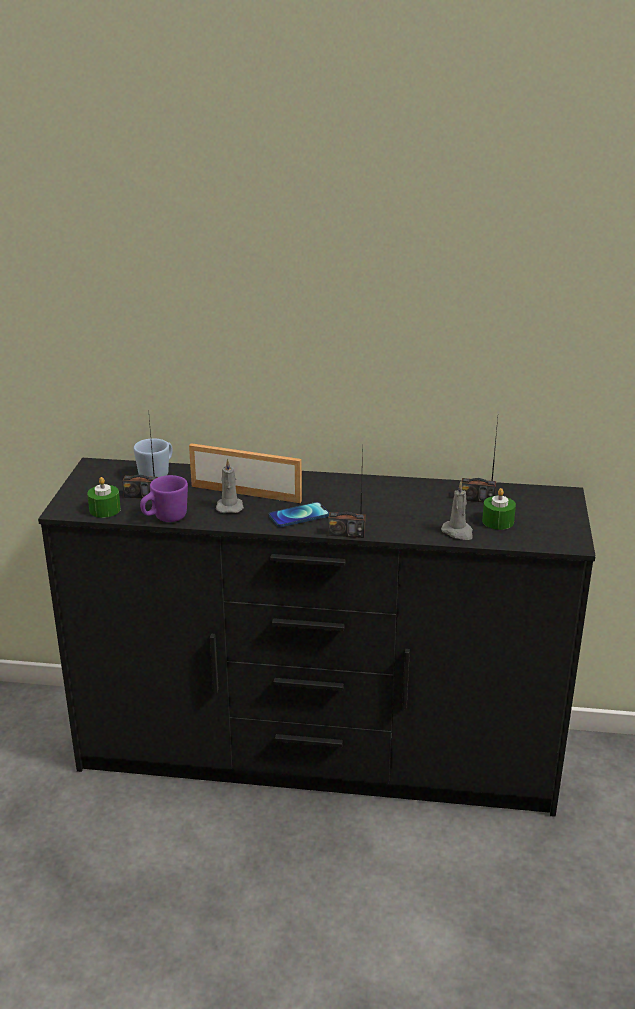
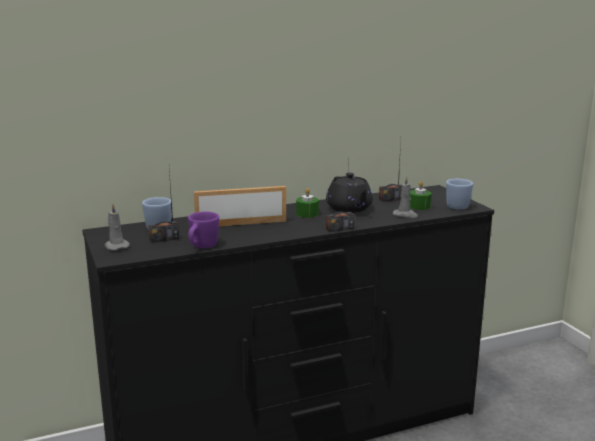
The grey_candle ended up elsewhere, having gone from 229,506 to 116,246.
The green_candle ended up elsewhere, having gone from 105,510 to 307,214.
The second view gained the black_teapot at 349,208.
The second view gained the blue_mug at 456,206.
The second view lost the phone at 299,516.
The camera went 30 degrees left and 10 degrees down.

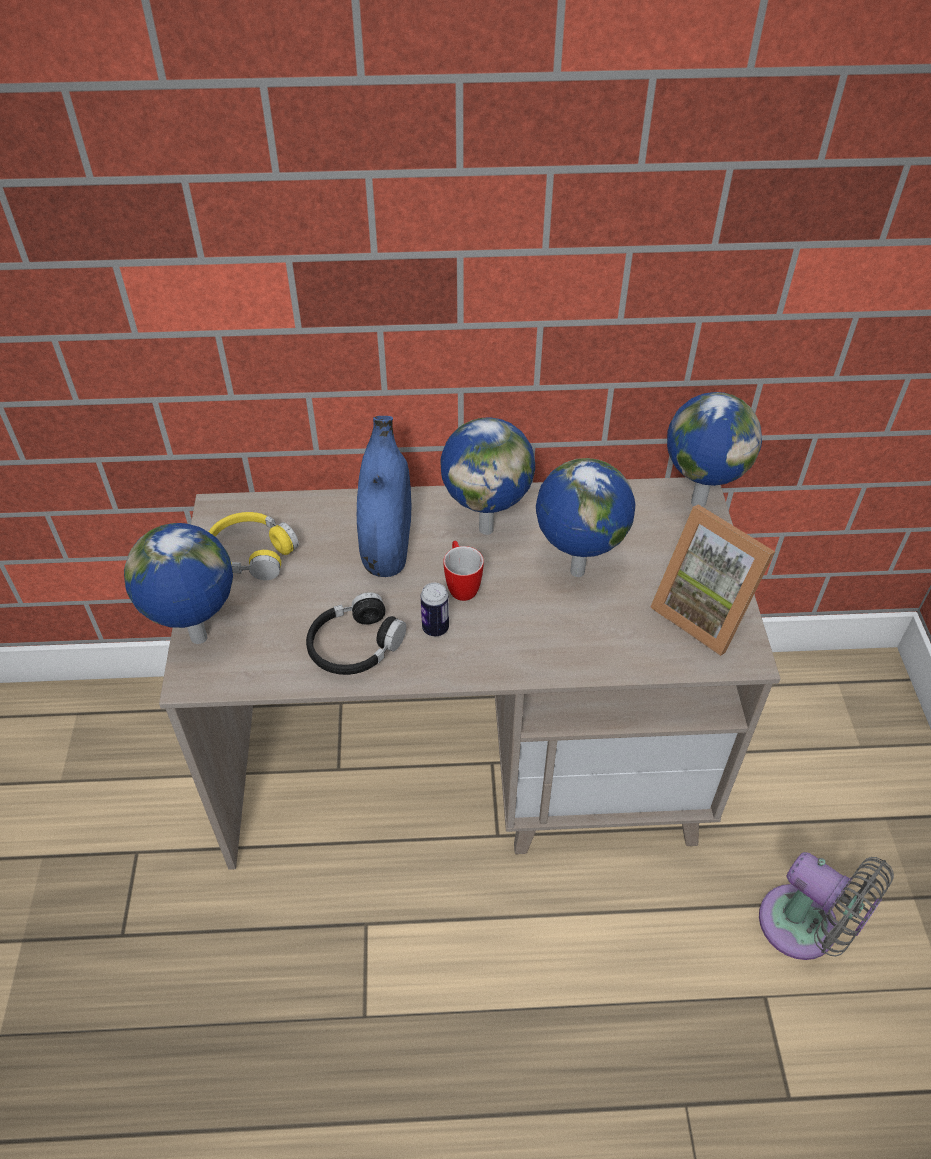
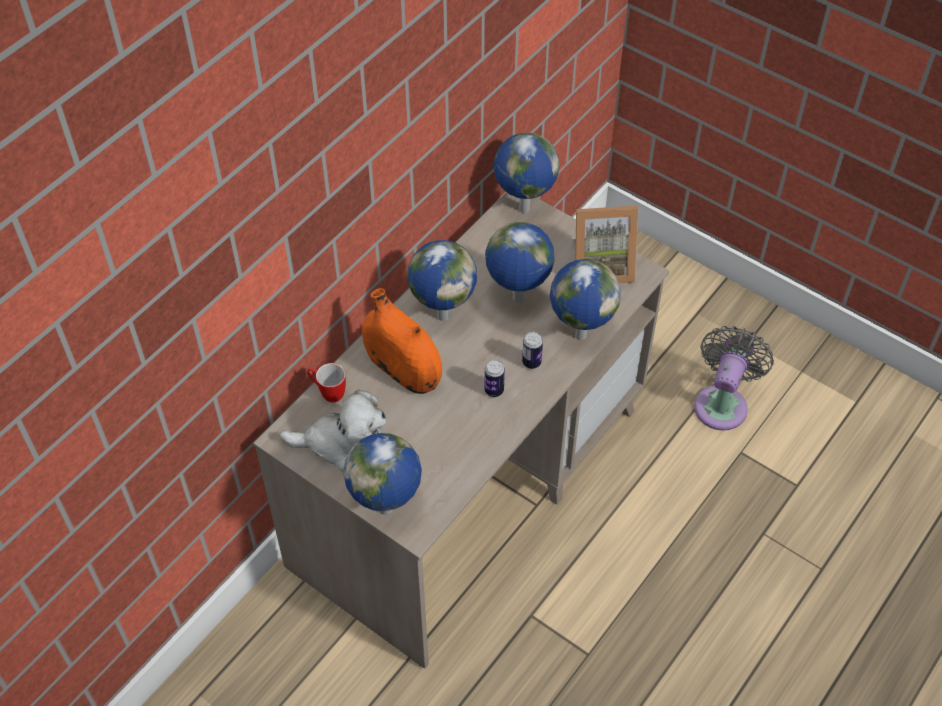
Where the yellow_headphones stood at 252,554, the plush_toy came to stand at 342,443.
The mug ended up elsewhere, having gone from 461,585 to 328,392.
What was the blue_vase at 387,541 turned into the orange_vase at 402,369.
The second view gained the can at 531,362.
The second view gained the globe at 579,335.
The grey_fan at 805,928 ended up facing another way, 60 degrees counterclockwise from before.
The second view lost the black_headphones at 355,646.
The camera went 50 degrees left and 5 degrees up.

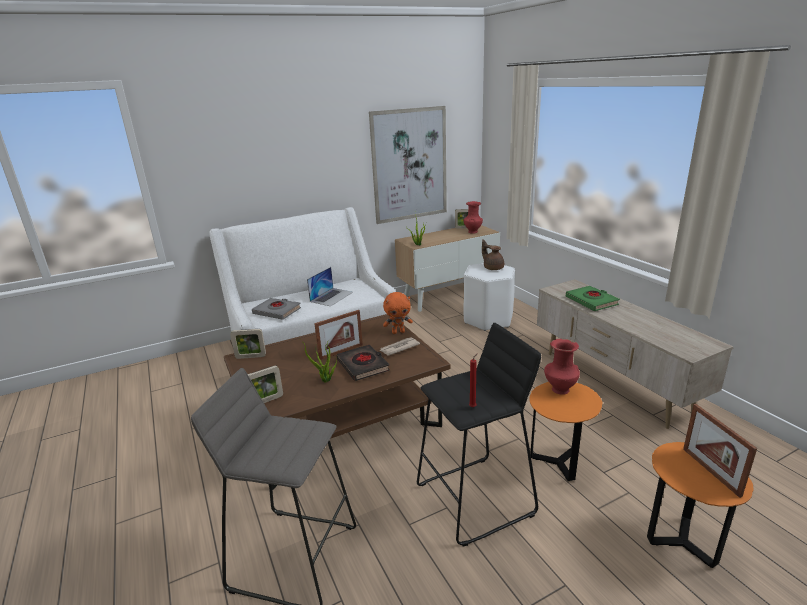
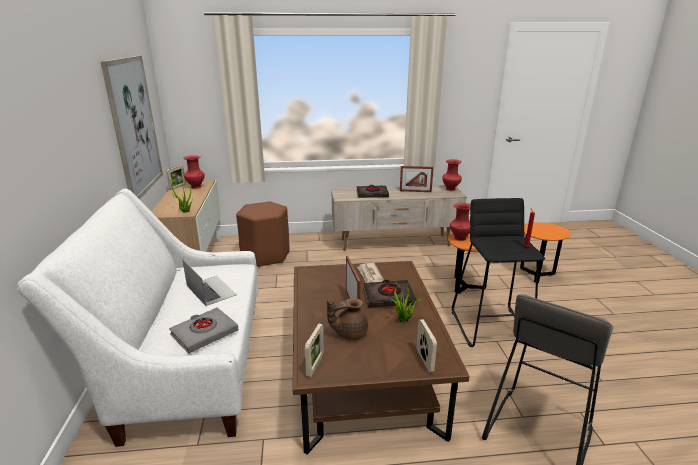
What was the white_stool at 488,319 turned into the brown_stool at 266,256.
The brown_teapot ended up elsewhere, having gone from 493,268 to 349,333.
What was the green_book at 591,301 turned into the black_book at 372,194.
The picture_frame ended up elsewhere, having gone from 710,471 to 415,191.
The second view gained the red_vase at 451,189.
The second view lost the orange_plush_toy at 398,332.
The camera went 70 degrees left and 0 degrees up.

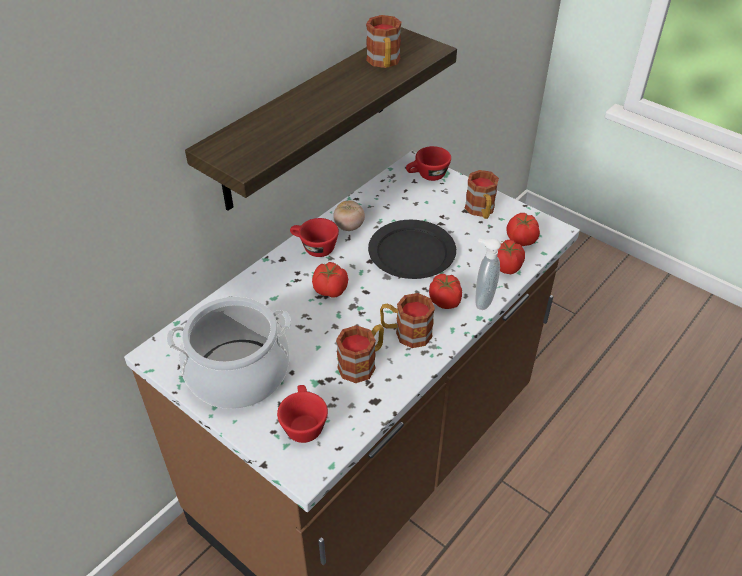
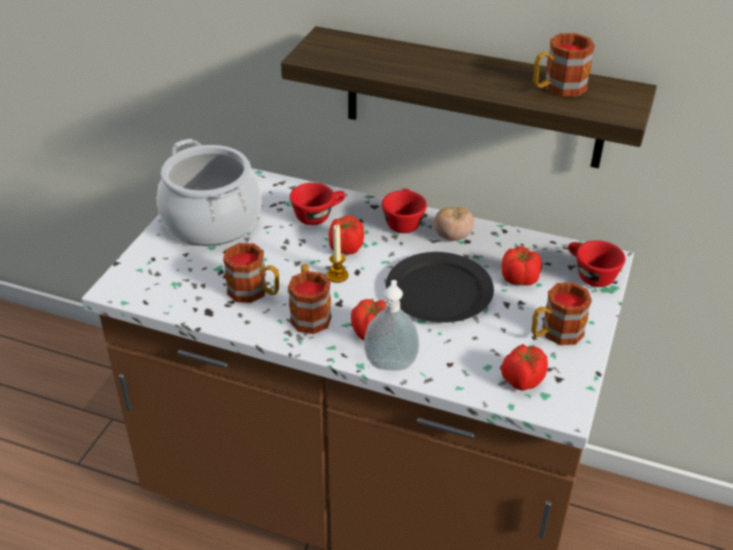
The red_cup ended up elsewhere, having gone from 303,423 to 318,215.
The second view gained the candle at 337,275.
The tomato ended up elsewhere, having gone from 507,267 to 520,279.
The camera went 70 degrees right and 5 degrees down.

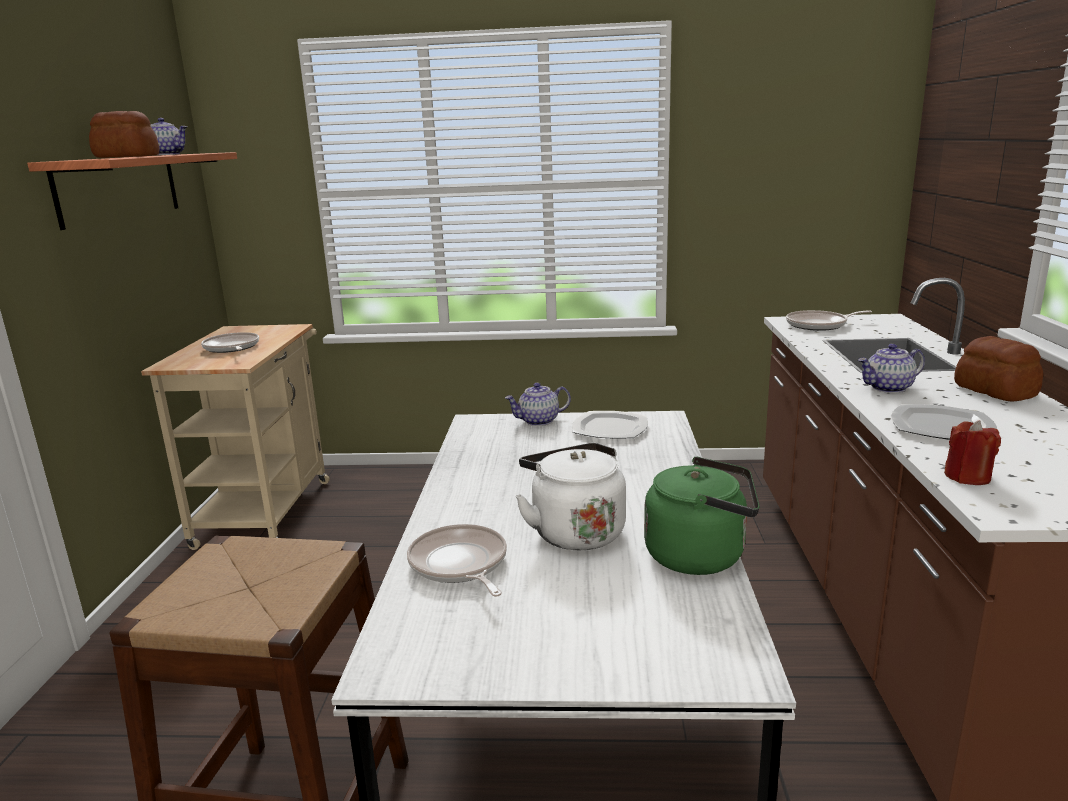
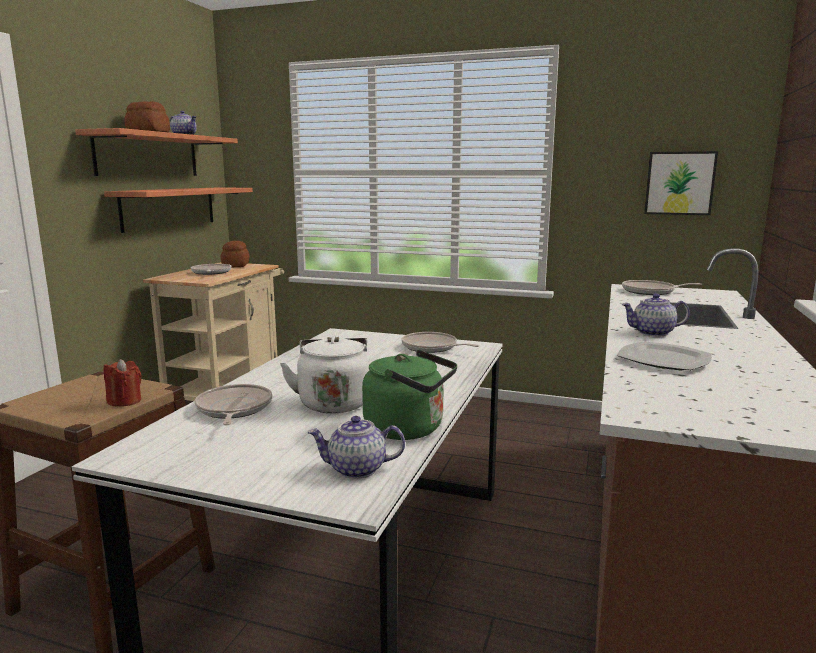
The second view gained the shelf at 169,208.
The red_candle ended up elsewhere, having gone from 967,477 to 125,401.
The bread ended up elsewhere, having gone from 995,391 to 236,265.
The teapot ended up elsewhere, having gone from 538,421 to 356,469.
Where the plate stood at 610,428, the frying_pan came to stand at 432,347.
The second view gained the picture at 679,183.
The camera went 15 degrees right and 5 degrees down.

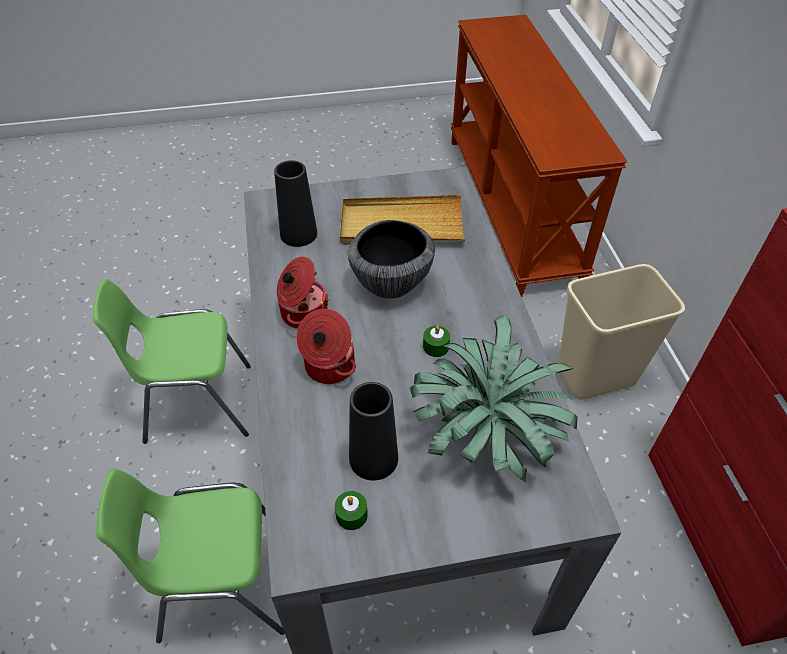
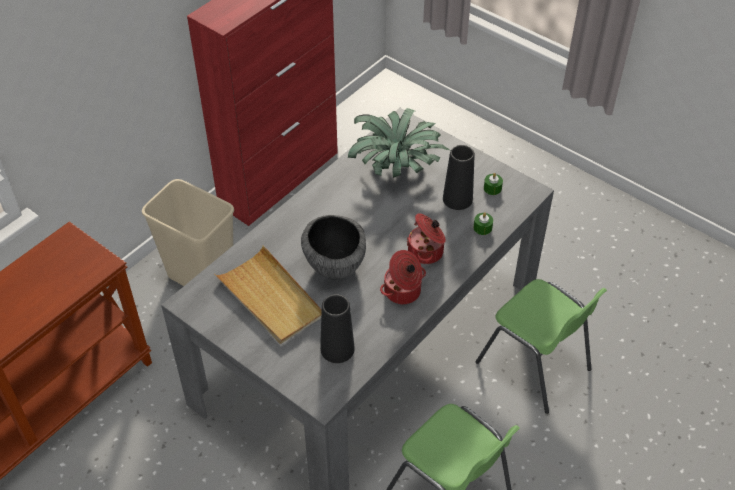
The green_candle ended up elsewhere, having gone from 436,346 to 482,228.
The camera went 130 degrees left and 0 degrees up.

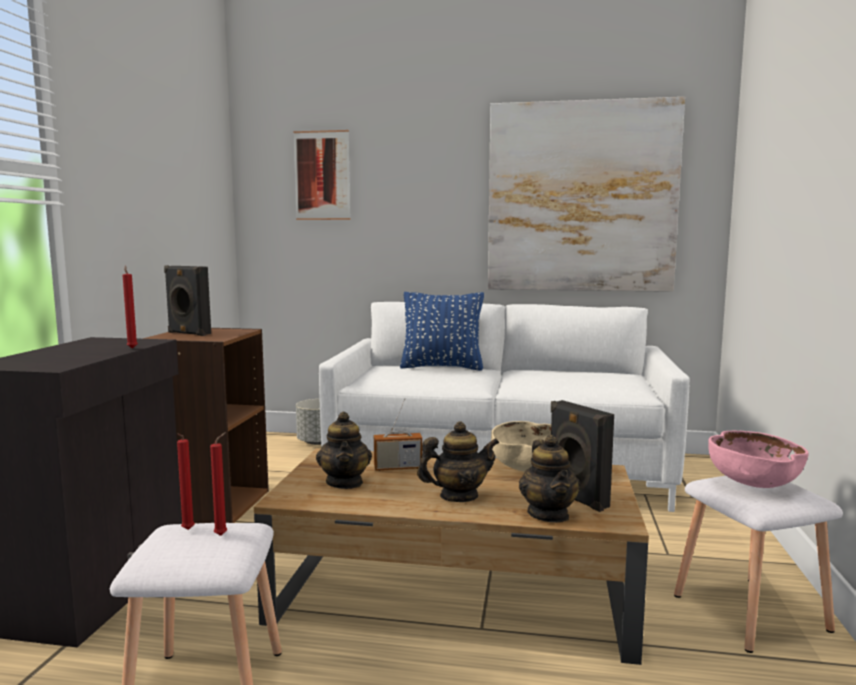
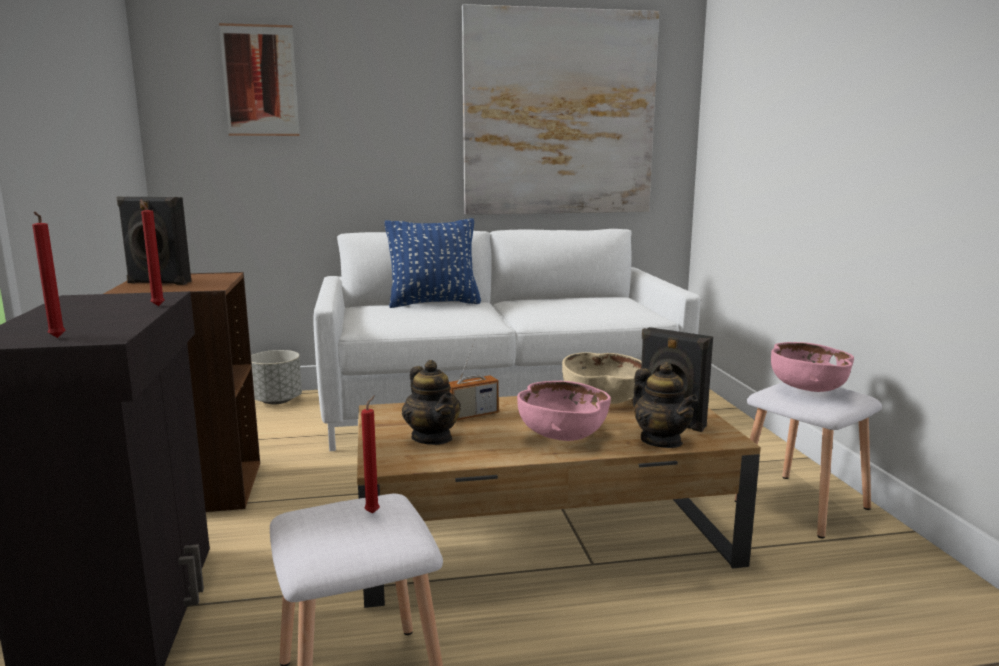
The red_candle ended up elsewhere, having gone from 187,530 to 56,338.
Where the teapot stood at 458,496, the pink_bowl came to stand at 562,436.
The camera went 20 degrees left and 5 degrees up.

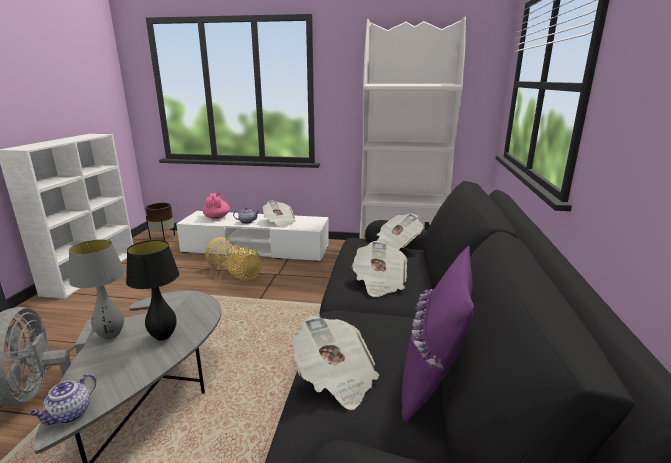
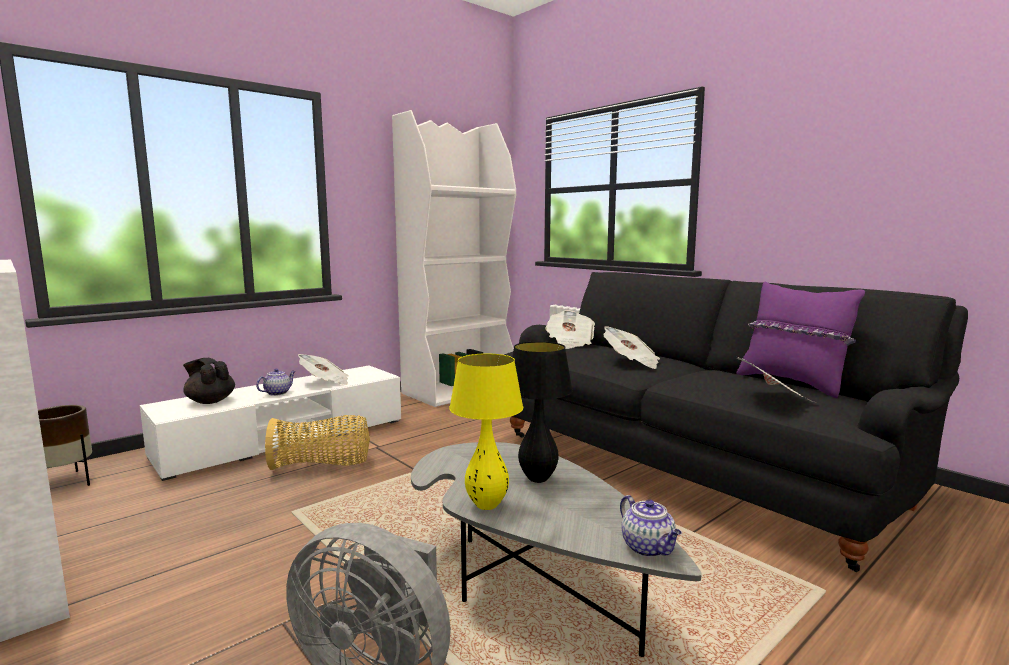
What was the pink_teapot at 217,217 turned into the black_teapot at 210,401.
What was the grey_table_lamp at 111,336 turned into the yellow_table_lamp at 487,505.
The camera went 50 degrees left and 10 degrees down.

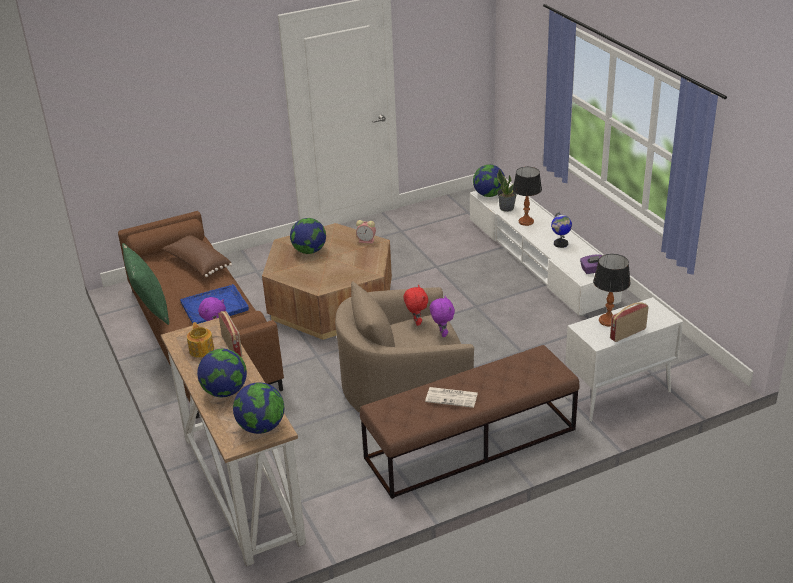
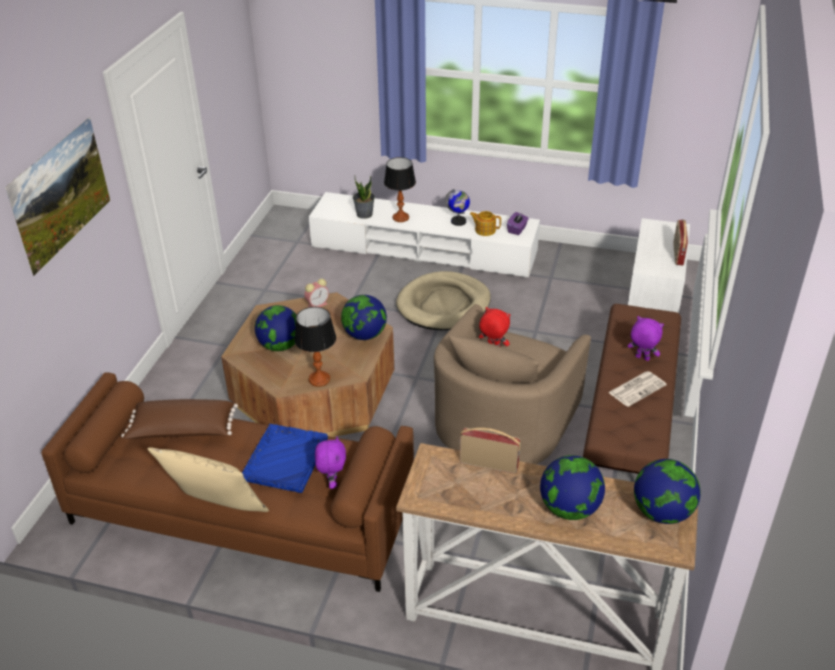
The second view gained the picture at 68,215.
What was the green_pillow at 150,309 turned into the beige_pillow at 216,510.
The table_lamp ended up elsewhere, having gone from 608,320 to 319,379.
The globe ended up elsewhere, having gone from 489,194 to 364,335.
The second view gained the beige_dog_bed at 444,305.
The teapot ended up elsewhere, having gone from 202,349 to 484,230.
The purple_plush_toy ended up elsewhere, having gone from 442,333 to 641,358.
The camera went 50 degrees left and 5 degrees up.

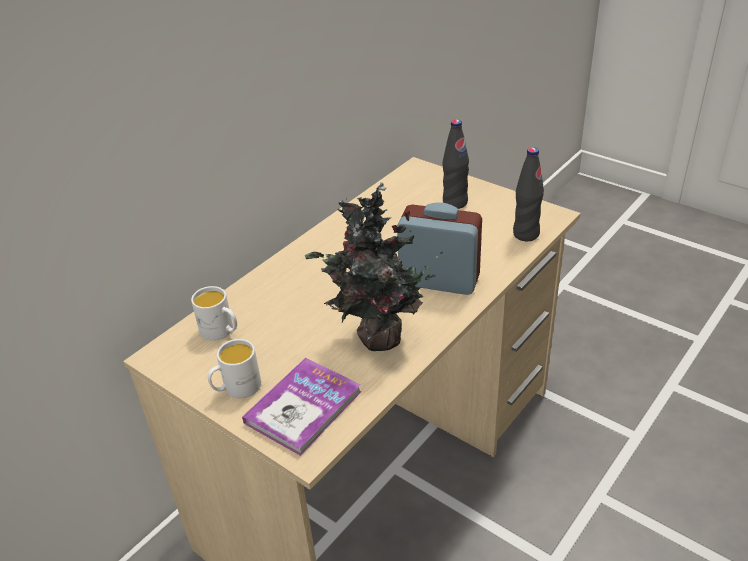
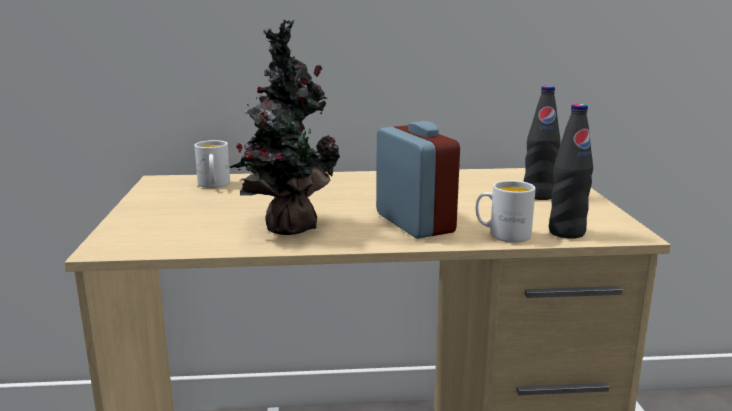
The white_mug ended up elsewhere, having gone from 236,388 to 502,235.
The second view lost the book at 303,407.
The camera went 45 degrees right and 20 degrees down.

